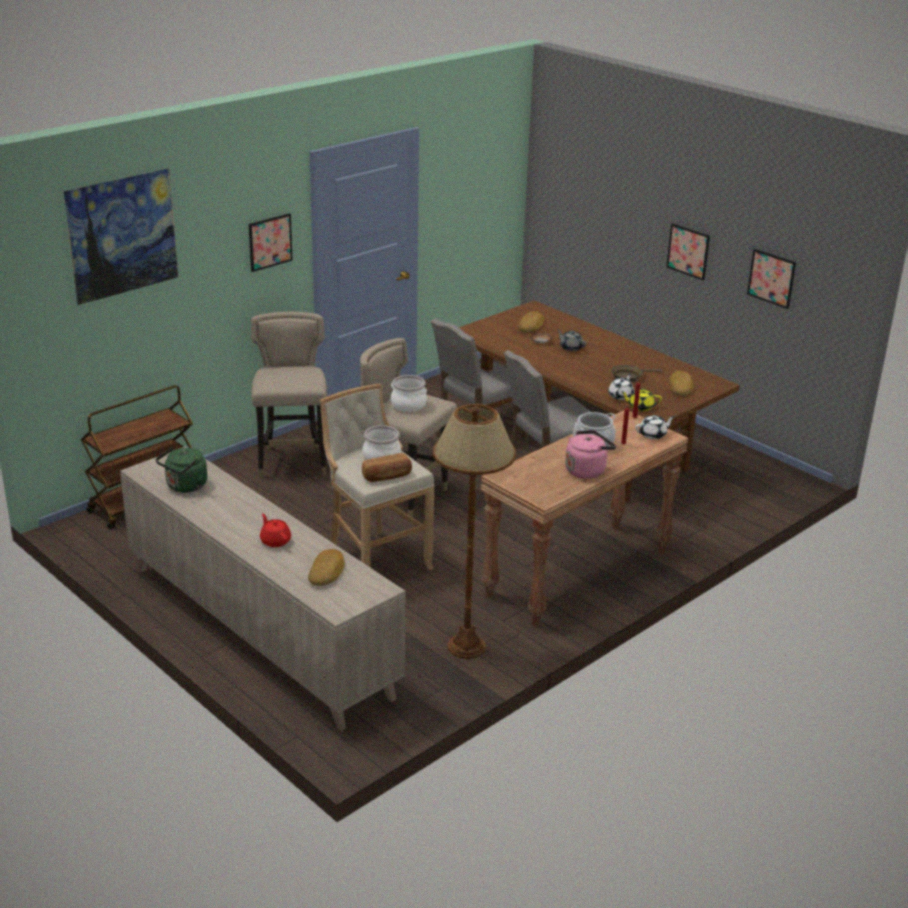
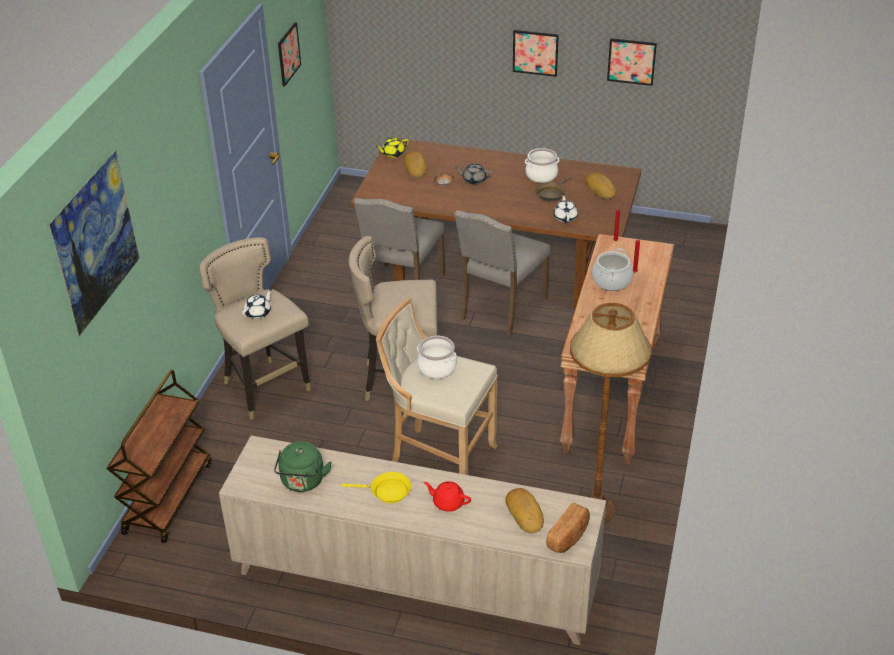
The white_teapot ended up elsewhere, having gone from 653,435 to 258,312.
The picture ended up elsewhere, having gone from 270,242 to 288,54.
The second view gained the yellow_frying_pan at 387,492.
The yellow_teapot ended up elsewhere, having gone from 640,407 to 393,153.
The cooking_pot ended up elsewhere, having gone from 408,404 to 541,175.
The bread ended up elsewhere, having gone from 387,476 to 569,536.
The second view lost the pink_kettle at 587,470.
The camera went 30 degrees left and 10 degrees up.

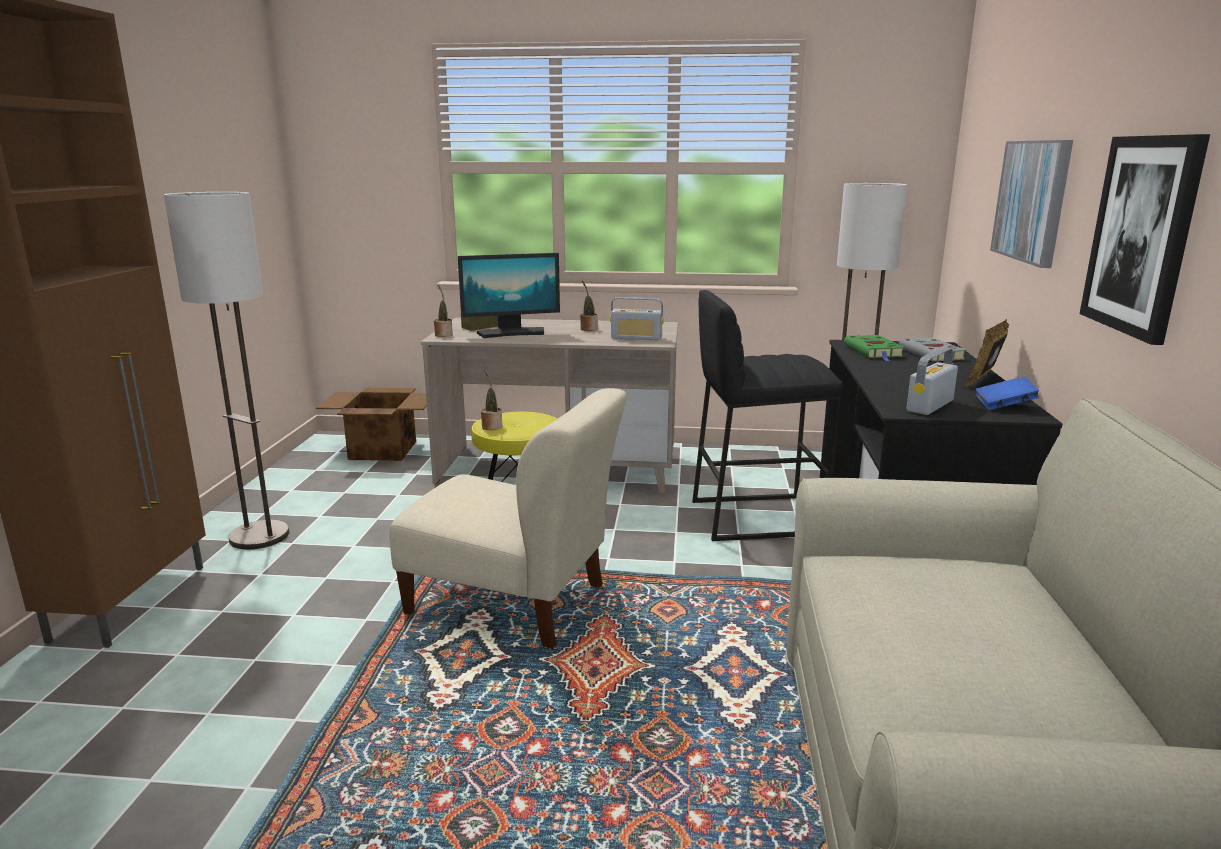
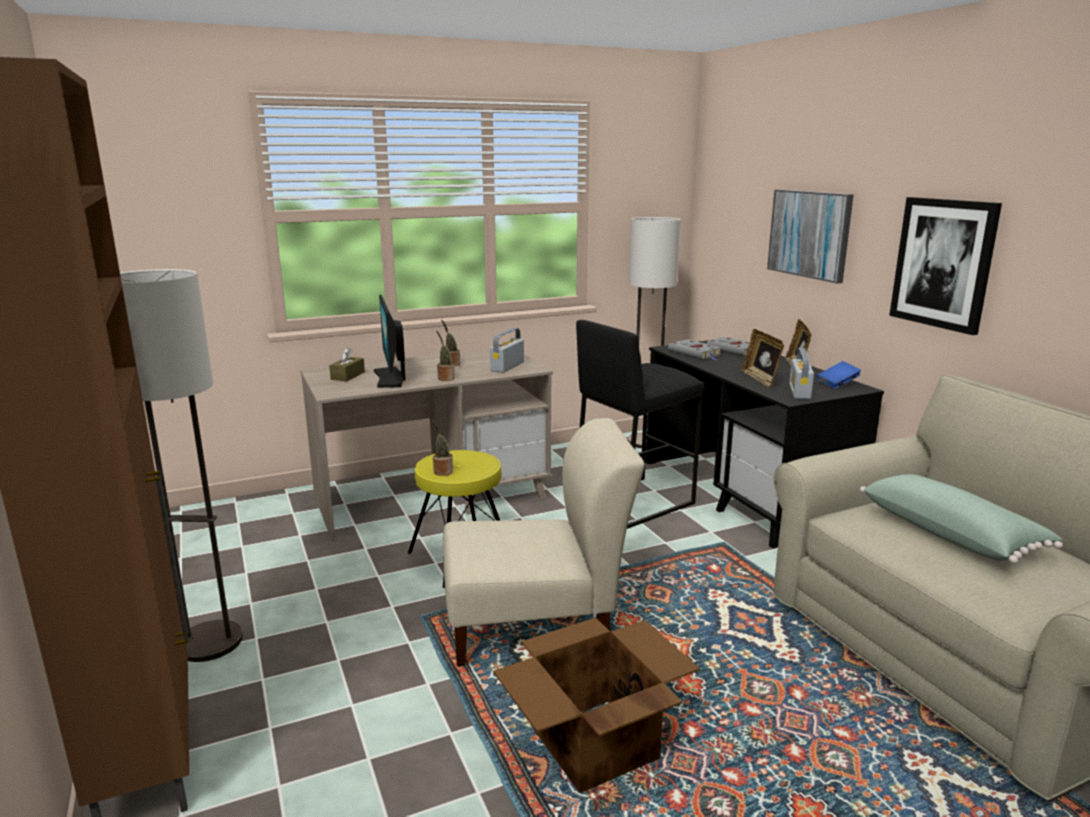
The monitor at 511,333 ended up facing another way, 120 degrees clockwise from before.
The potted_plant ended up elsewhere, having gone from 443,334 to 445,378.
The radio at 636,338 ended up facing another way, 135 degrees clockwise from before.
The cardboard_box ended up elsewhere, having gone from 382,450 to 593,745.
What was the green_book at 874,351 turned into the grey_book at 695,353.
The second view gained the picture_frame at 760,379.
The second view gained the green_pillow at 951,534.
The camera went 30 degrees left and 0 degrees up.

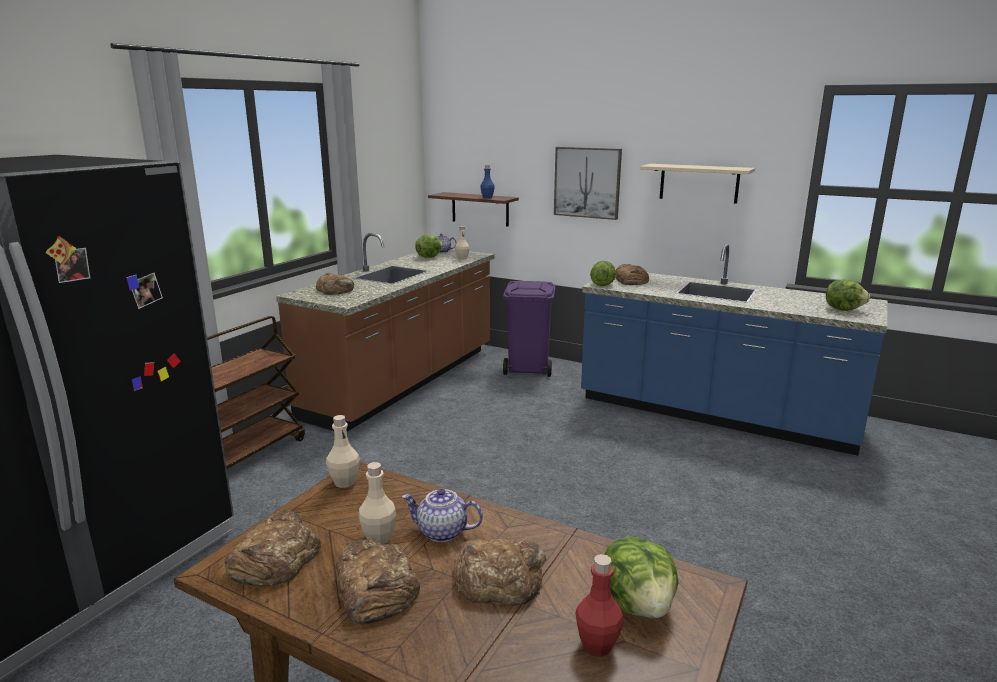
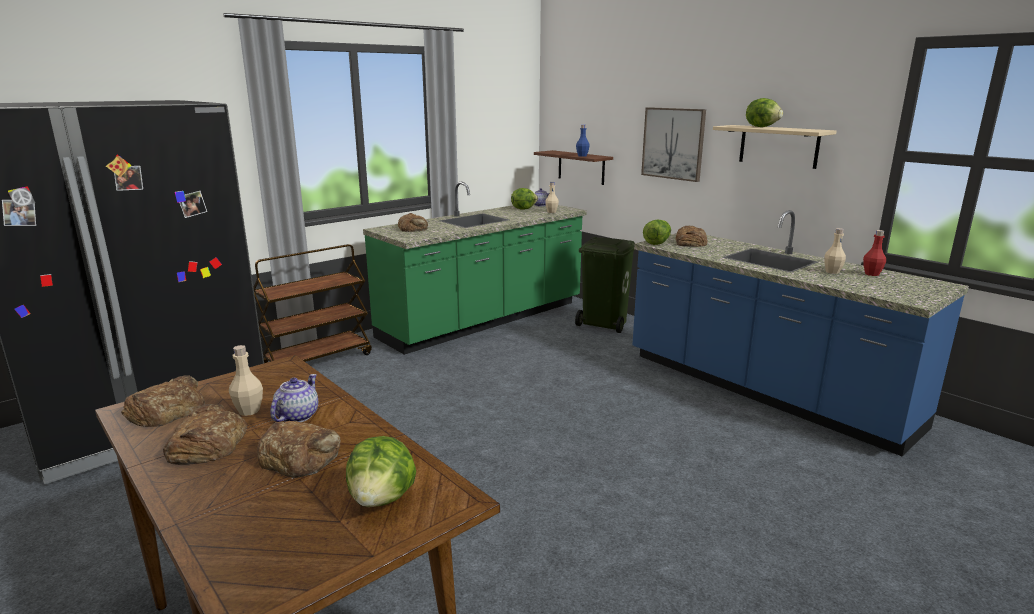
The teapot at 441,532 ended up facing another way, 75 degrees clockwise from before.
What was the brown_counter at 404,382 turned into the green_counter at 484,320.
What was the purple_trash_can at 529,368 turned into the green_trash_can at 605,323.
The lettuce ended up elsewhere, having gone from 843,309 to 762,127.
The beige_bottle ended up elsewhere, having gone from 344,482 to 832,272.
The red_bottle ended up elsewhere, having gone from 597,645 to 871,274.
The camera went 20 degrees right and 0 degrees up.

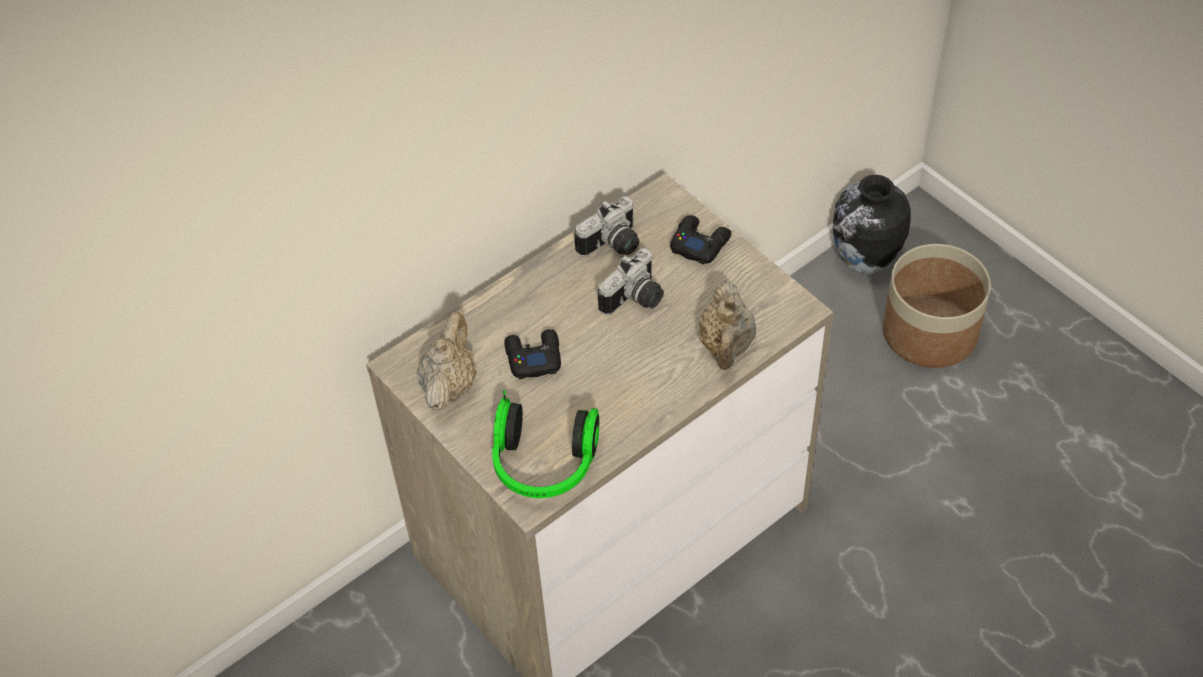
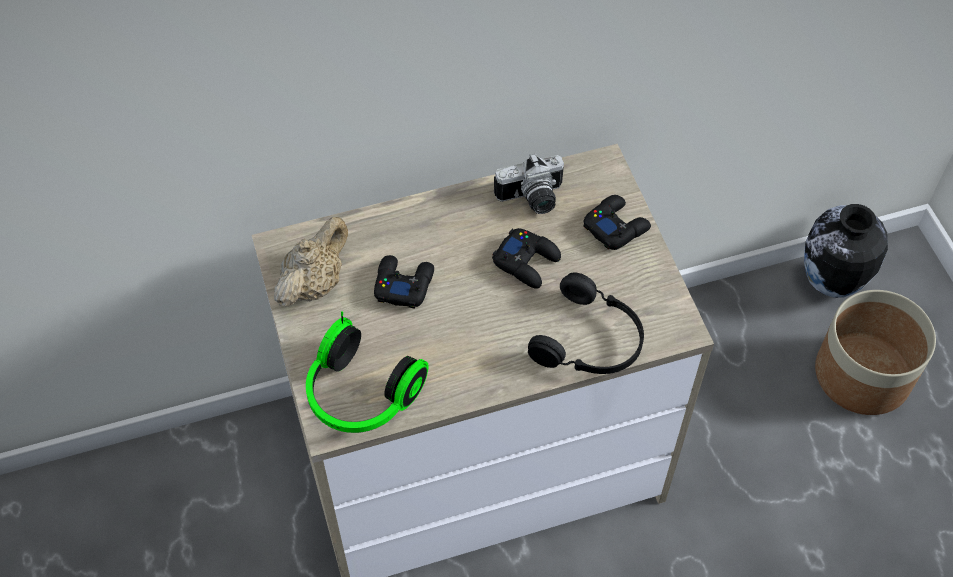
Where the photo_camera stood at 636,300, the black_game_controller came to stand at 527,262.
Where the beige_teapot stood at 726,347, the black_headphones came to stand at 590,341.
The camera went 20 degrees right and 5 degrees up.

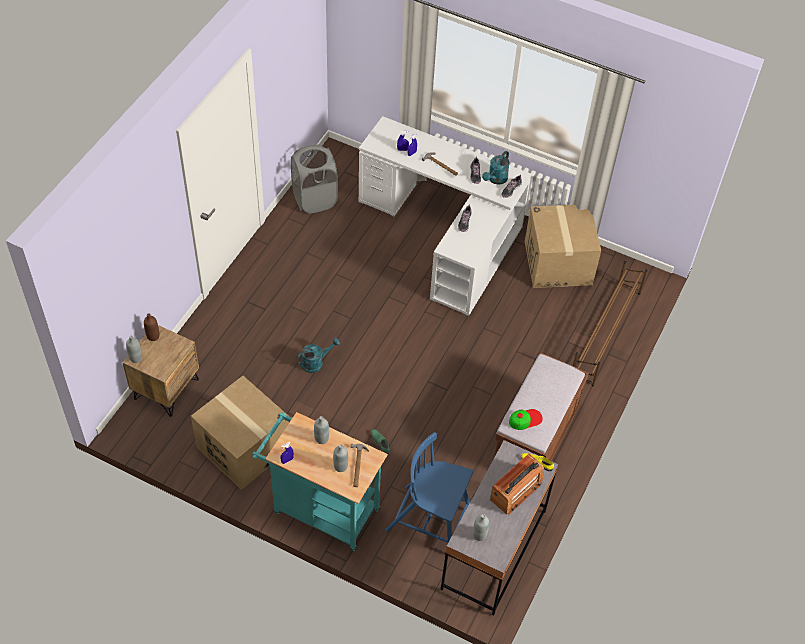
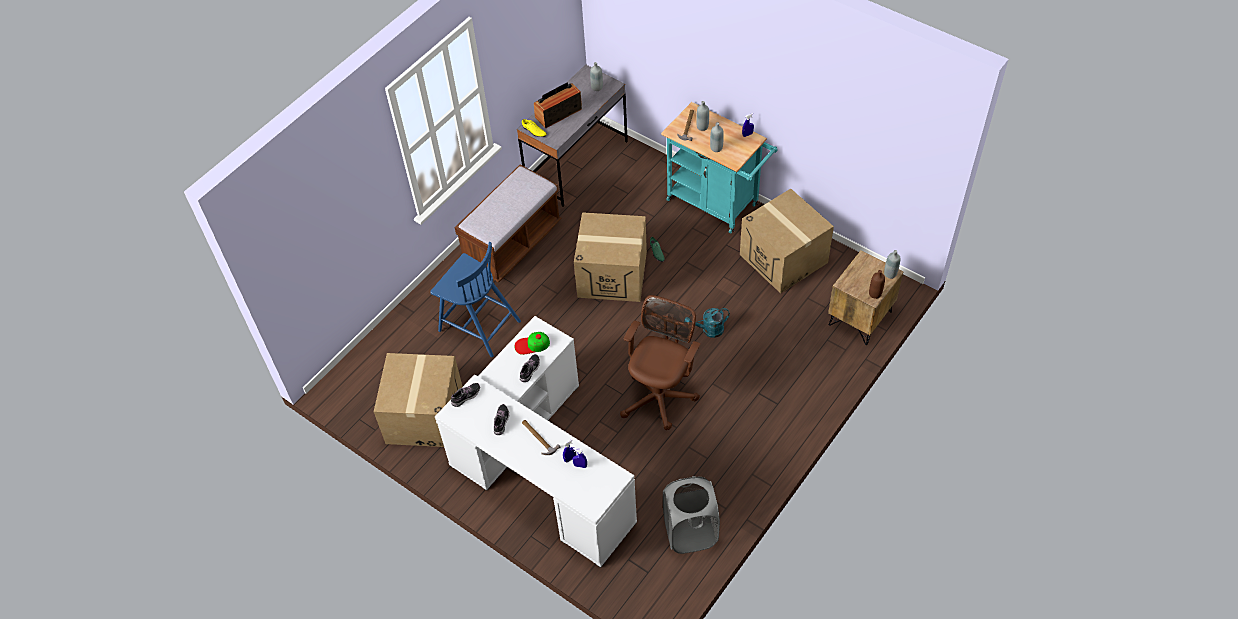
The blue_chair ended up elsewhere, having gone from 430,521 to 478,325.
The cap ended up elsewhere, having gone from 525,419 to 532,345.
The second view gained the cardboard_box at 612,274.
The second view gained the brown_office_chair at 660,395.
The second view lost the turquoise_watering_can at 496,179.
The second view lost the brown_shoe_rack at 605,334.
The camera went 165 degrees left and 0 degrees up.

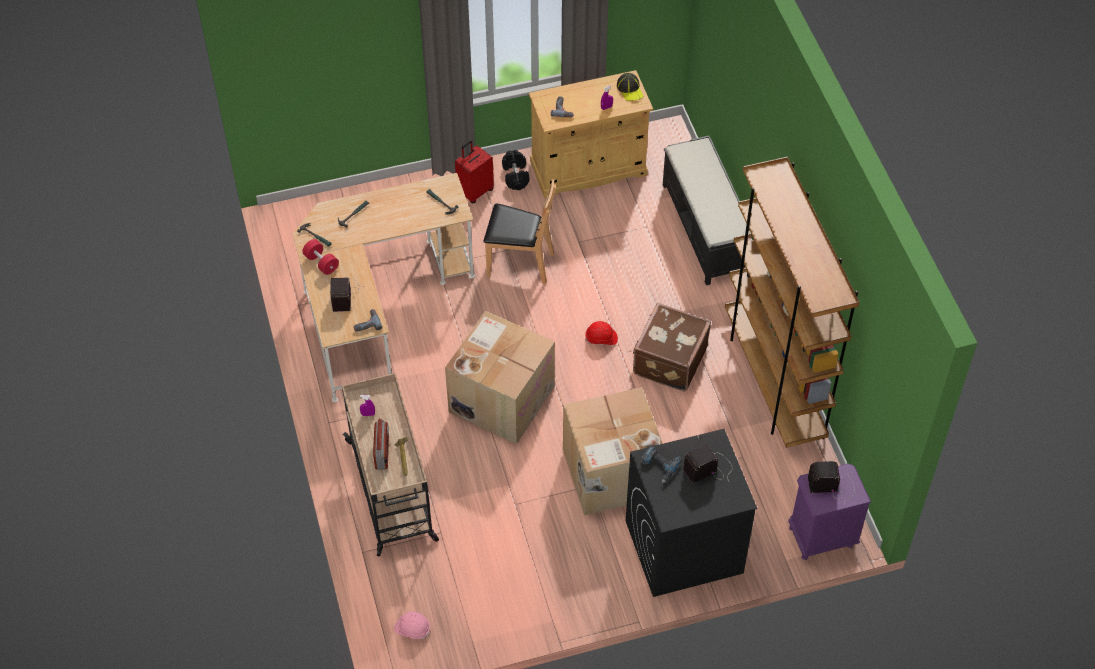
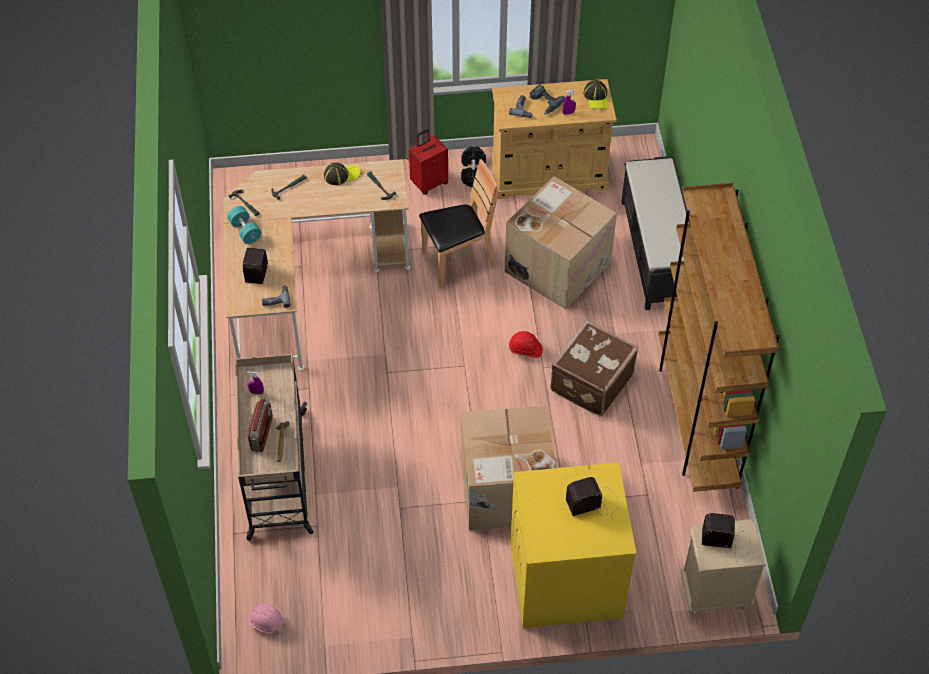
What was the red_dumbbell at 321,263 turned into the turquoise_dumbbell at 245,231.
The second view gained the cap at 341,175.
The brown_chair at 519,264 ended up facing another way, 45 degrees counterclockwise from before.
The cardboard_box ended up elsewhere, having gone from 501,398 to 557,265.
What was the black_washing_machine at 683,547 turned into the yellow_washing_machine at 565,580.
The power_drill ended up elsewhere, having gone from 658,466 to 544,102.
What was the purple_nightstand at 821,537 turned into the beige_nightstand at 714,592.
The camera went 10 degrees right and 0 degrees up.

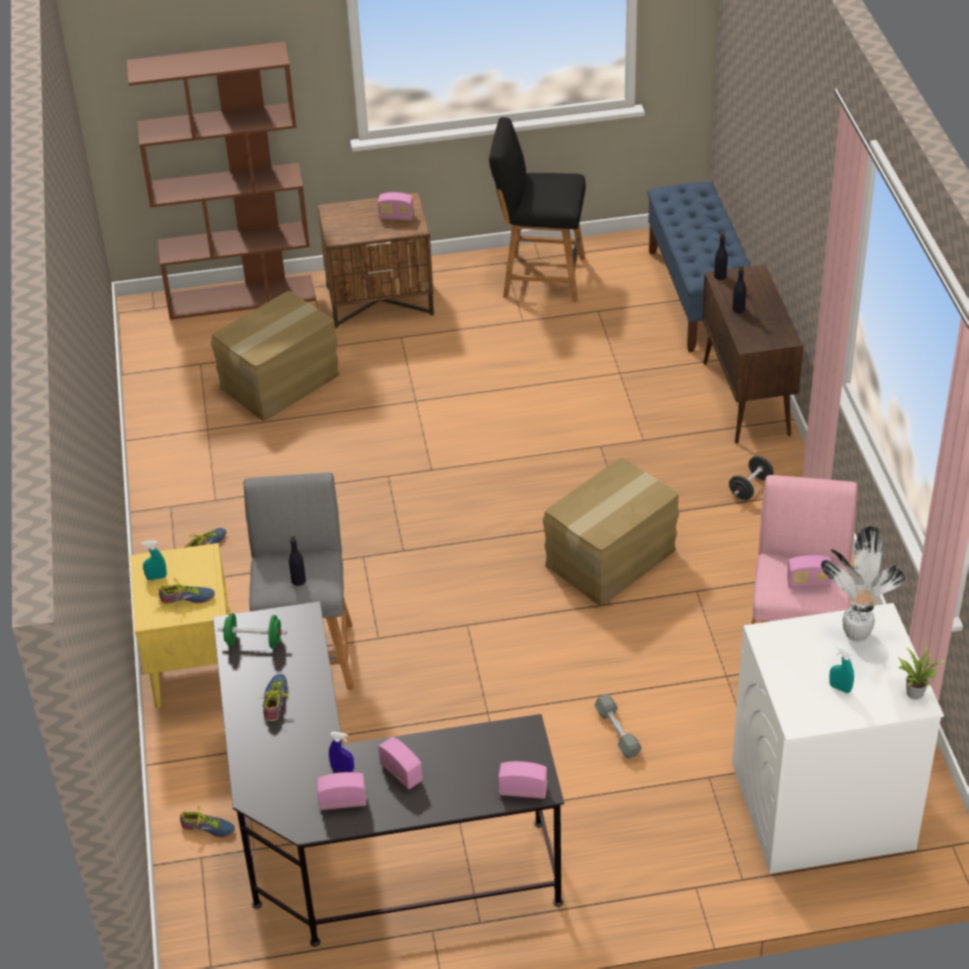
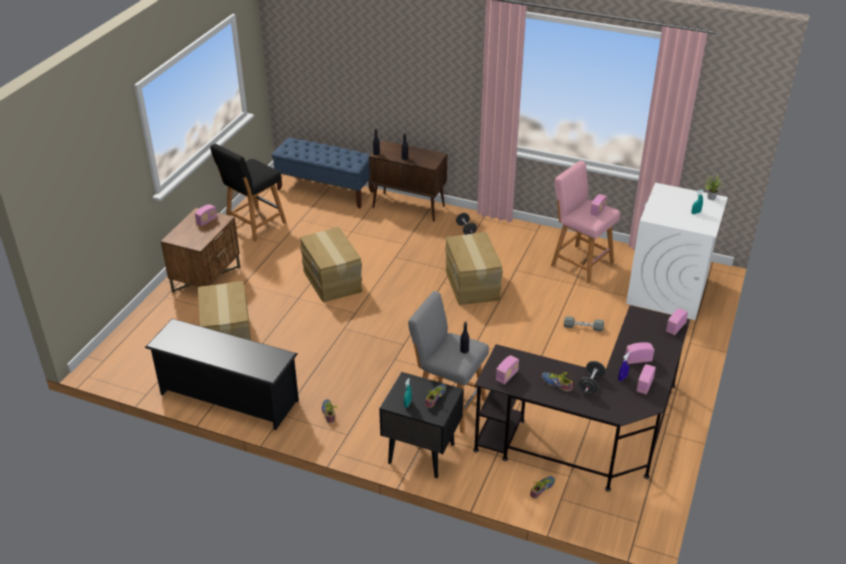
The second view gained the black_shoe_rack at 228,397.
The second view gained the cardboard_box at 333,280.
What was the yellow_nightstand at 193,669 turned into the black_nightstand at 420,452.
Where the green_dumbbell stood at 254,642, the radio came to stand at 507,376.
The second view gained the black_dumbbell at 591,384.
The second view lost the brown_bookcase at 242,297.
The second view lost the potted_plant at 854,635.
The camera went 60 degrees left and 5 degrees down.

